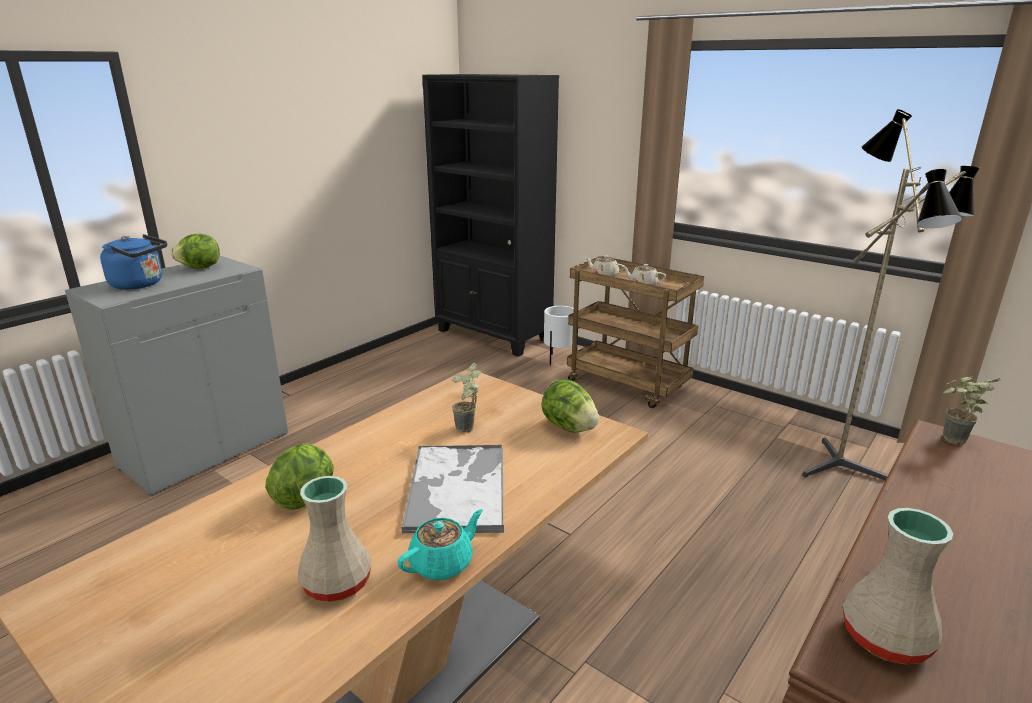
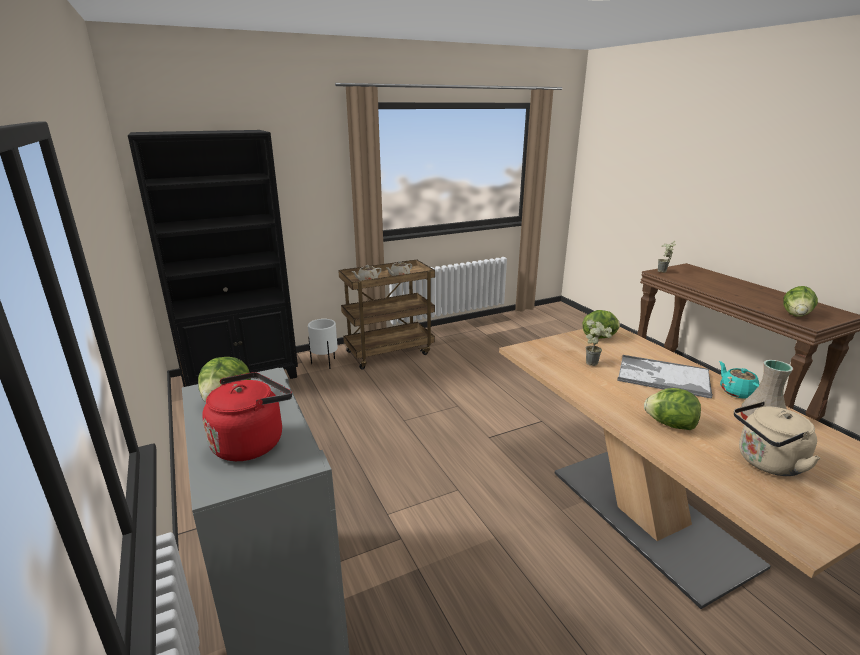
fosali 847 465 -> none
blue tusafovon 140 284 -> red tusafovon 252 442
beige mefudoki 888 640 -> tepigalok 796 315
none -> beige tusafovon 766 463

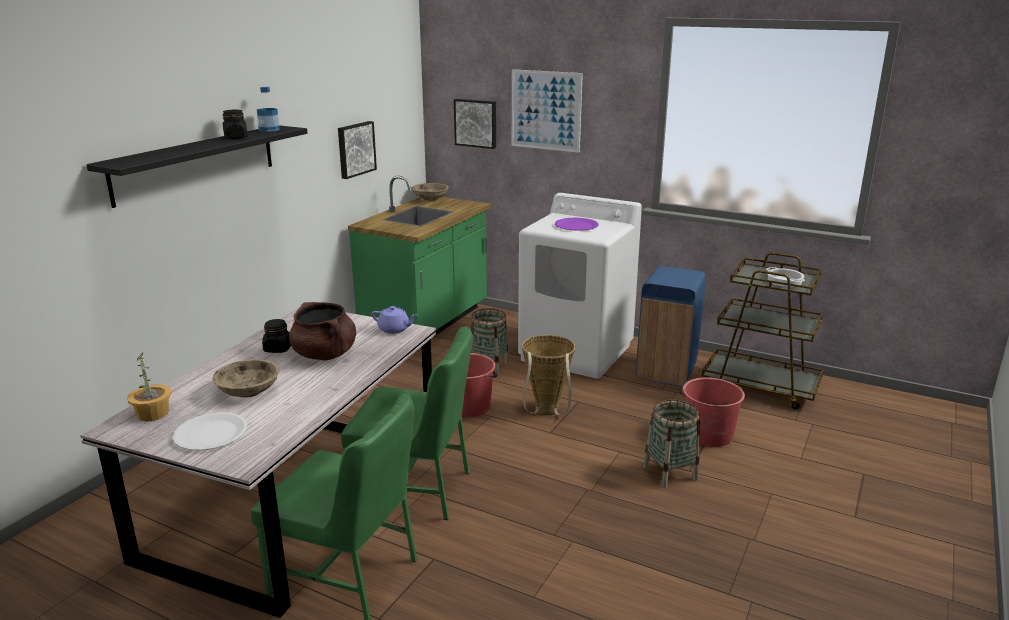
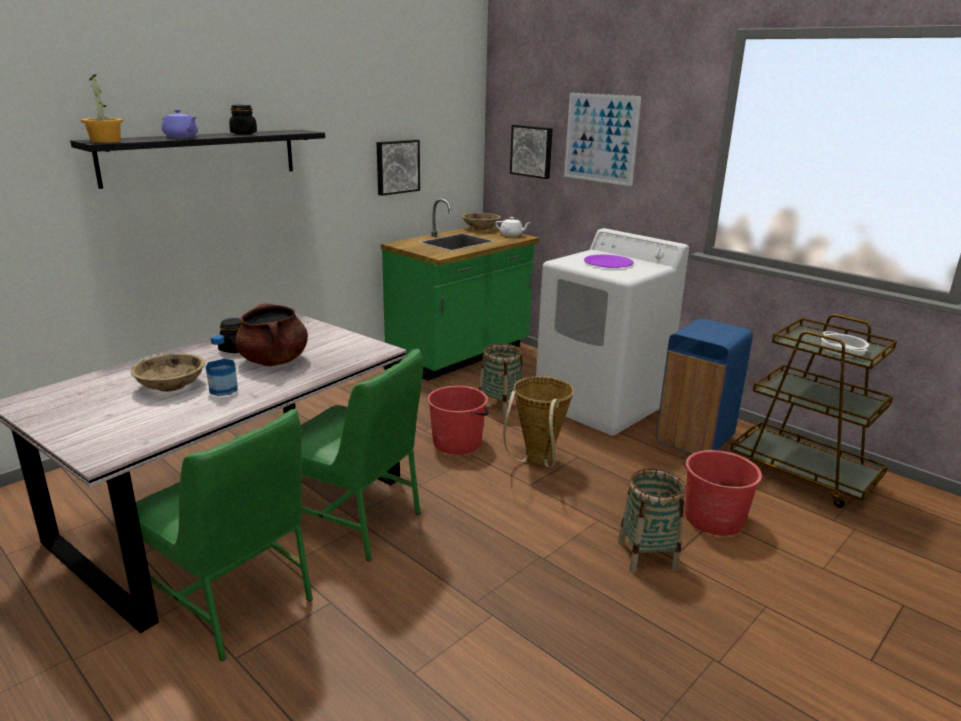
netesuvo 269 130 -> netesuvo 223 390, move
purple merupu 394 329 -> purple merupu 181 137, move
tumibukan 153 413 -> tumibukan 106 141, move
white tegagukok 210 434 -> none
none -> white merupu 511 235

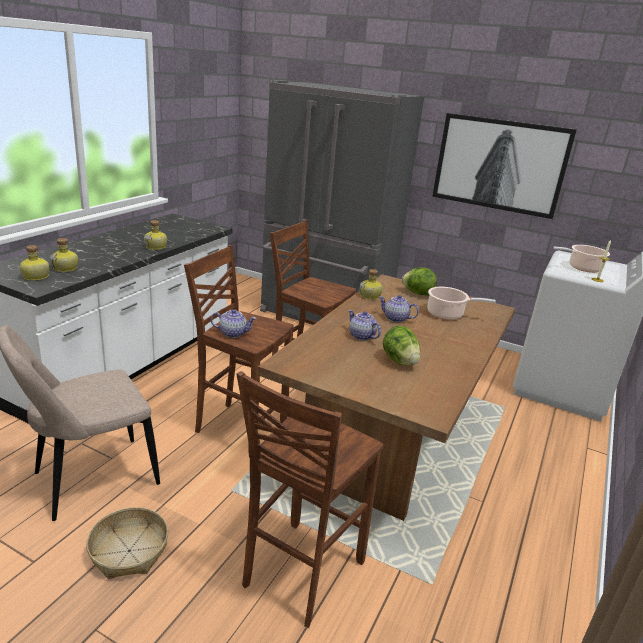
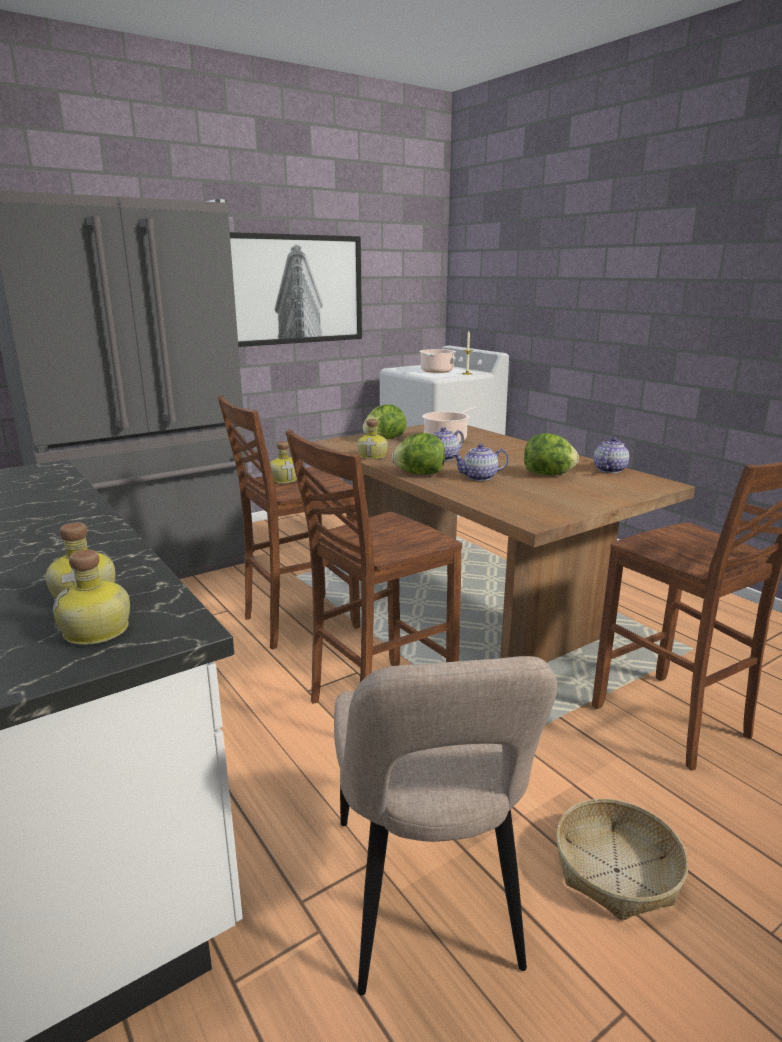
netesuvo 156 247 -> netesuvo 285 479, move
merupu 233 333 -> merupu 609 470, move
none -> tepigalok 419 474

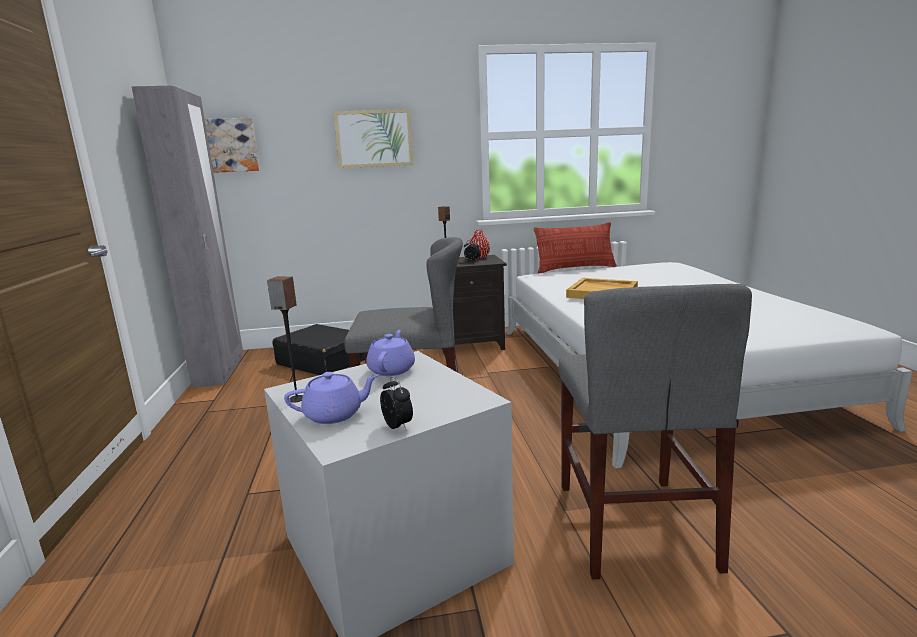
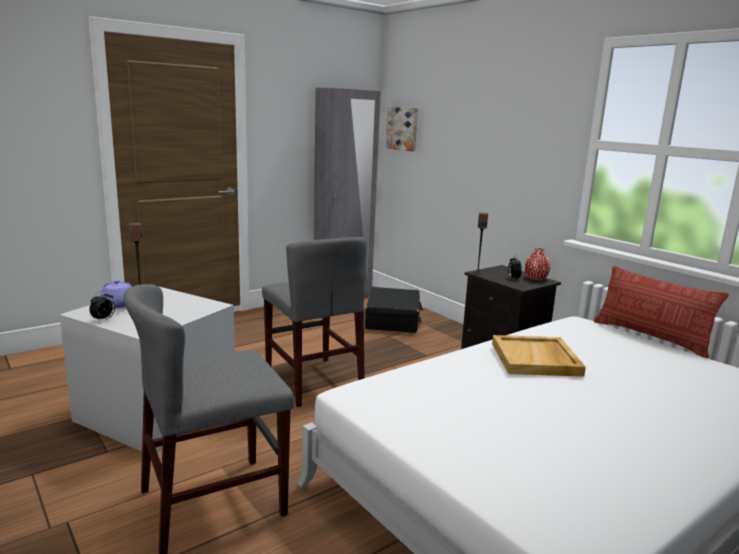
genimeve 374 138 -> none
purple merupu 392 369 -> none

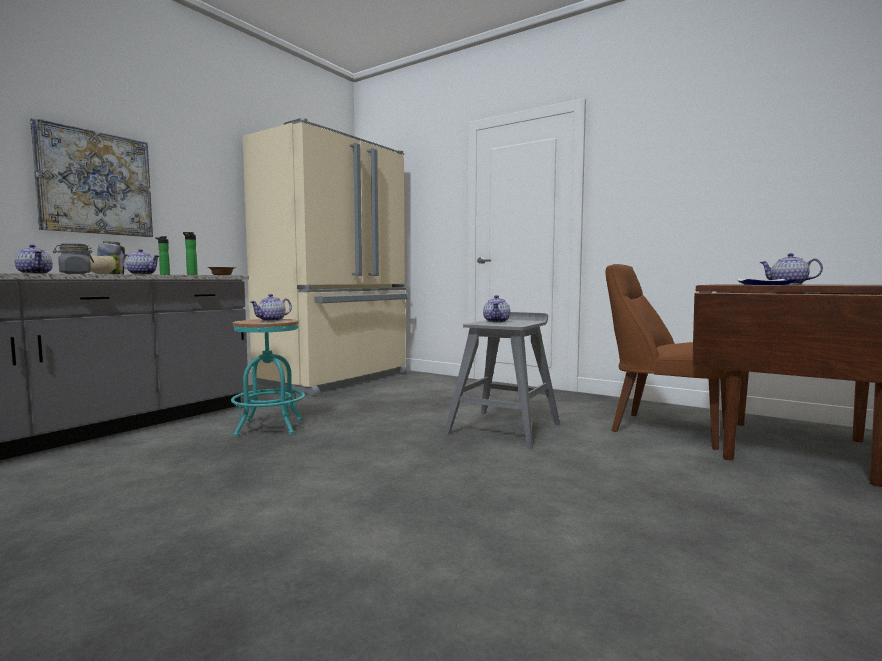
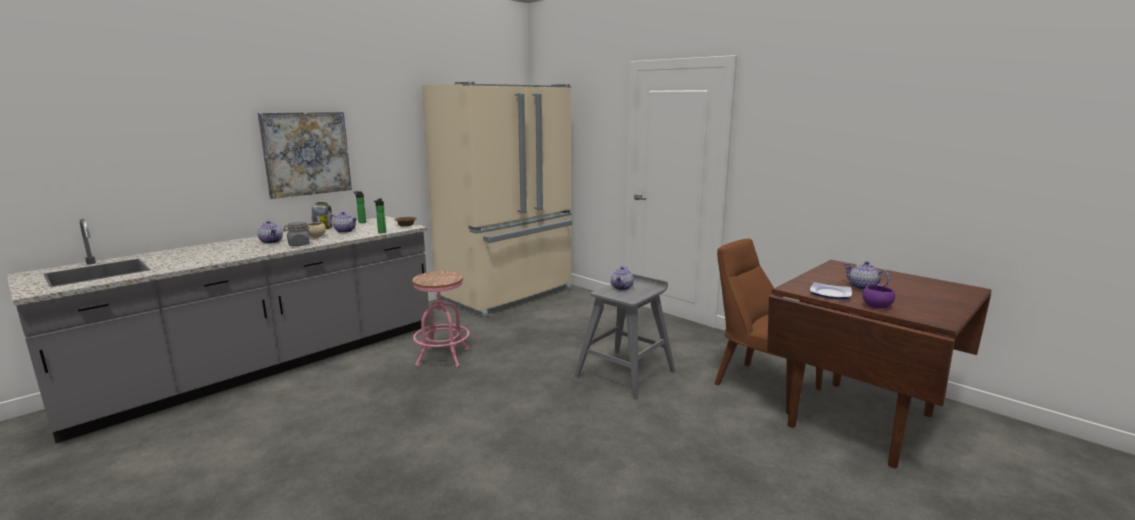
merupu 271 320 -> none
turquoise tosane 269 427 -> pink tosane 443 357
none -> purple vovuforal 876 307

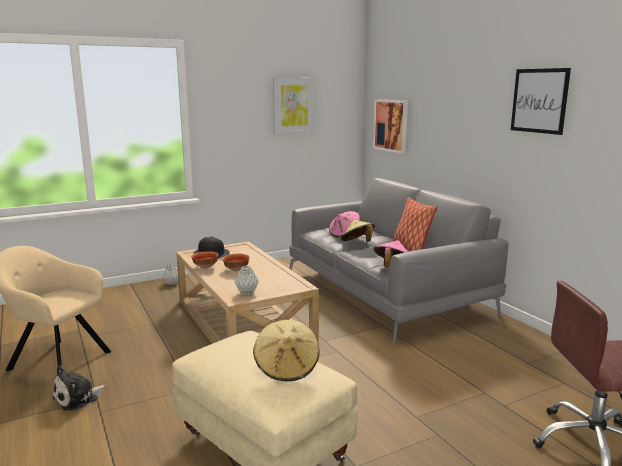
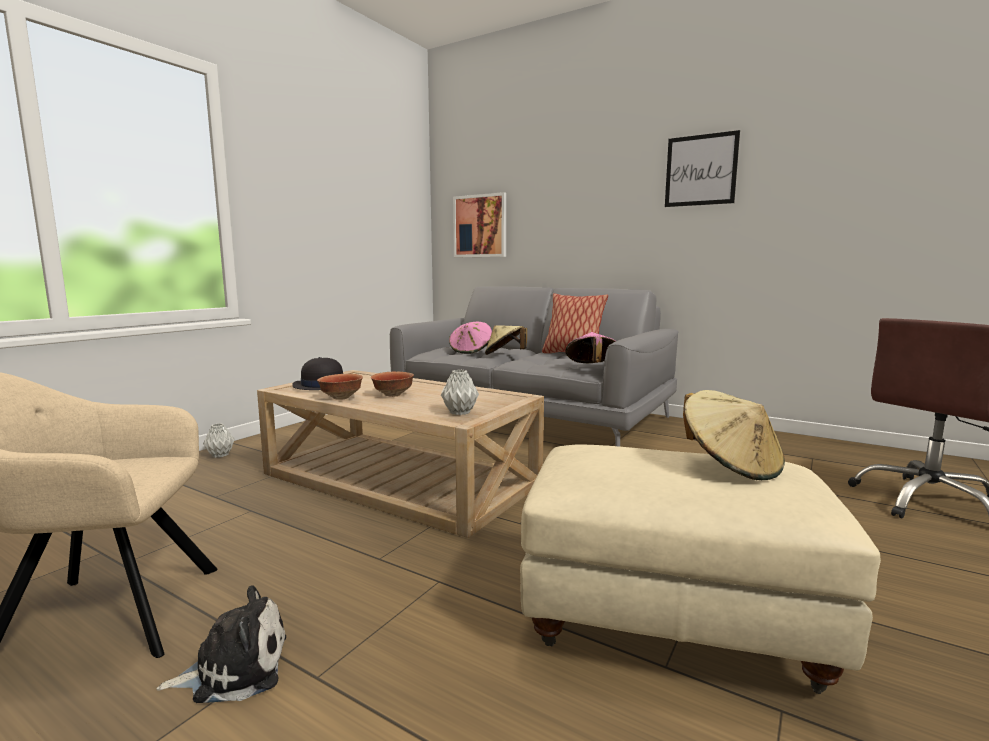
genimeve 293 105 -> none
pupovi 78 398 -> pupovi 235 668, 120 degrees counterclockwise

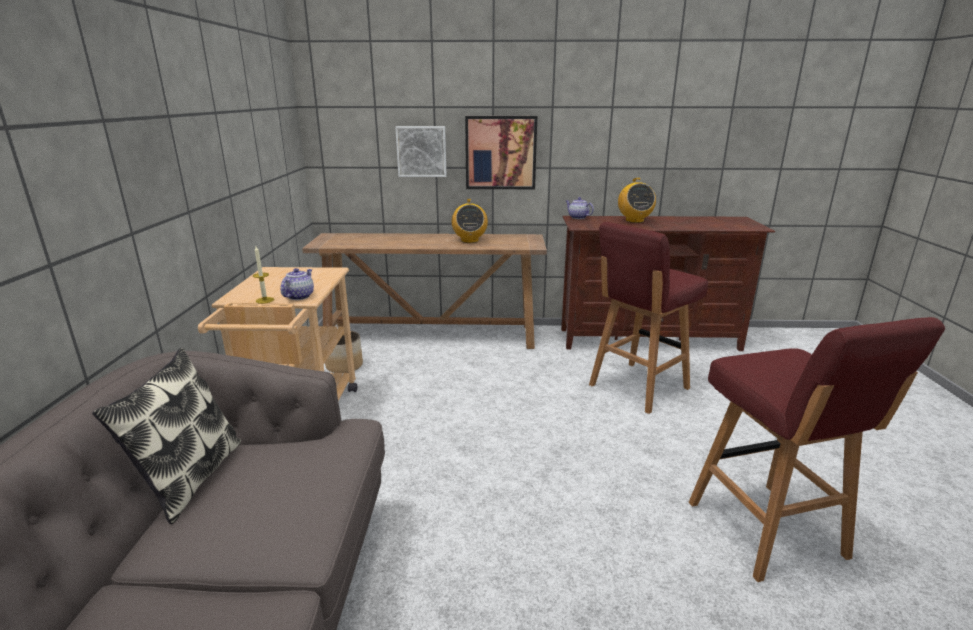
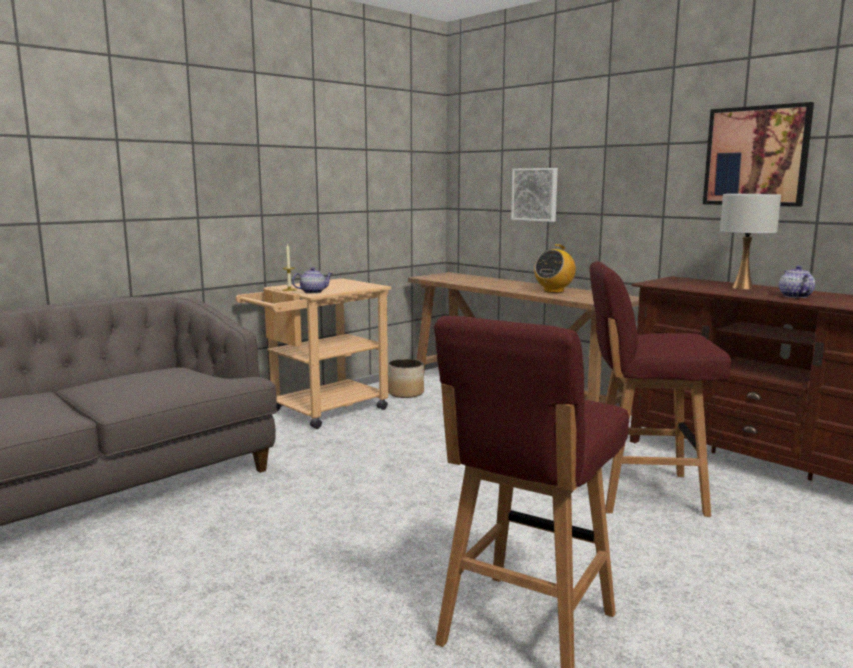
genimeve 500 153 -> genimeve 756 156, move
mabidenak 634 221 -> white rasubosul 742 288
merupu 577 217 -> merupu 794 296, move
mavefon 190 478 -> none

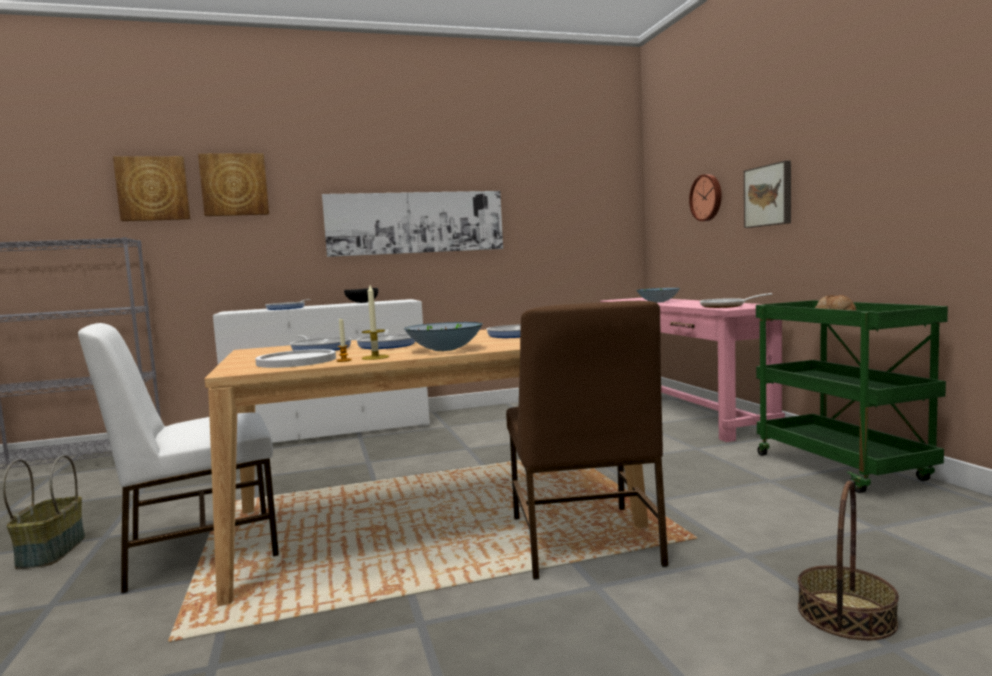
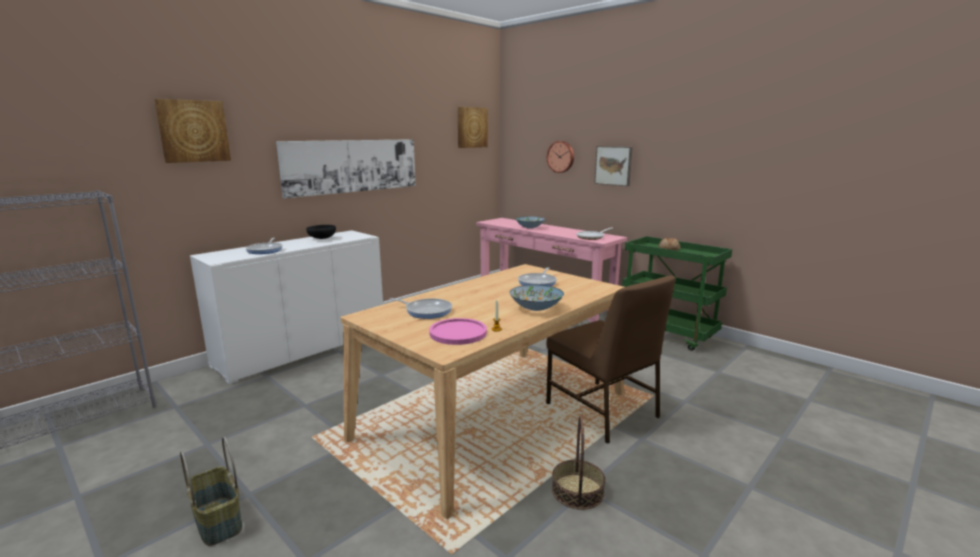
genimeve 153 189 -> genimeve 471 127, move
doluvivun 375 357 -> none
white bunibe 199 550 -> none
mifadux 387 345 -> none
white tegagukok 296 361 -> pink tegagukok 458 333
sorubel 846 615 -> sorubel 577 491, move

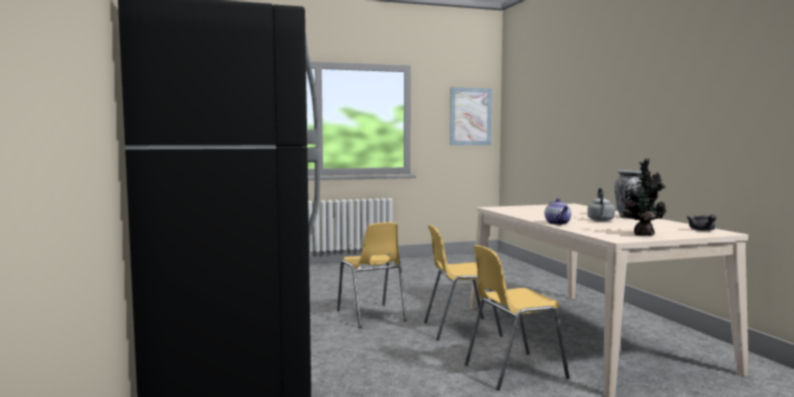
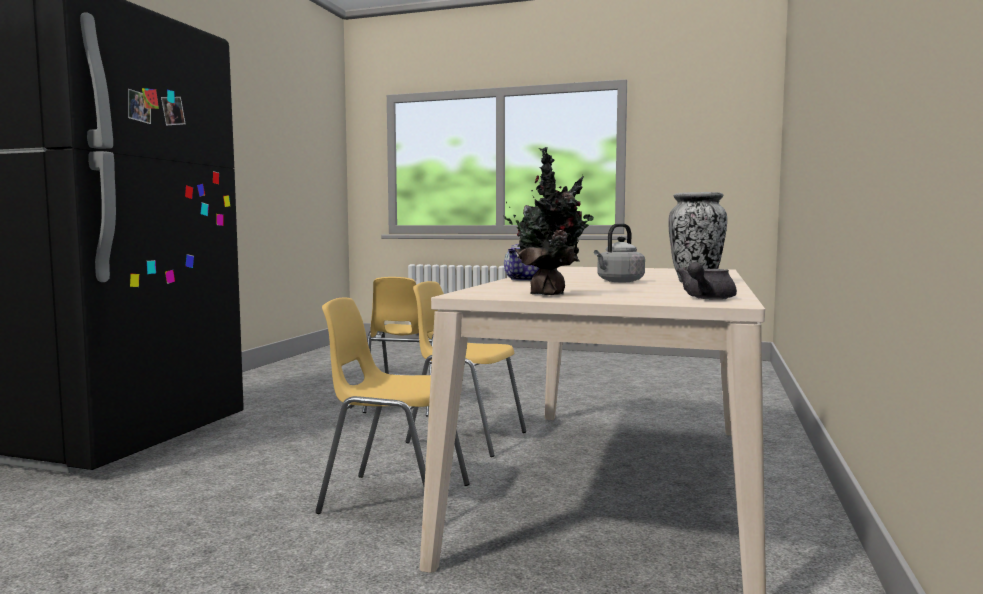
genimeve 470 116 -> none

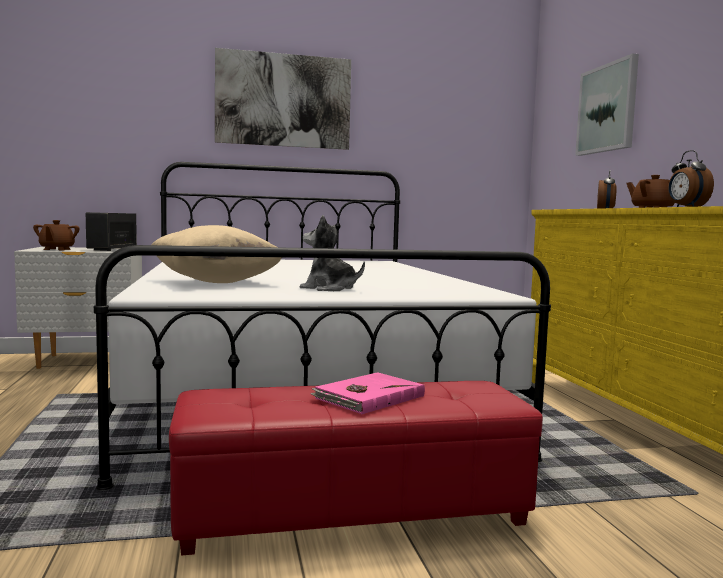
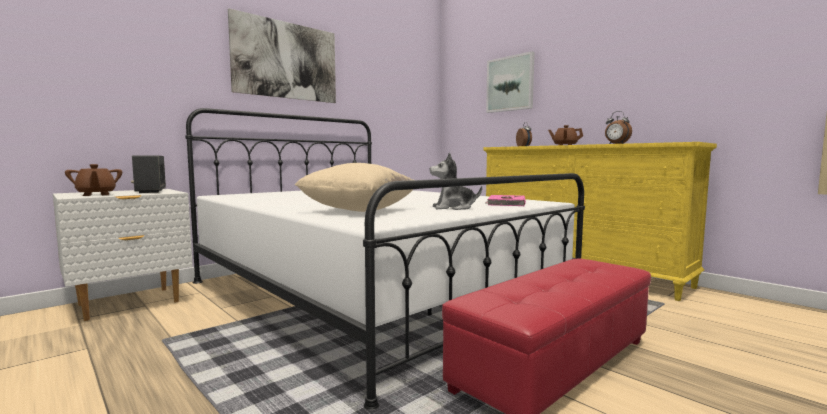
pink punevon 368 397 -> pink punevon 505 203, move

